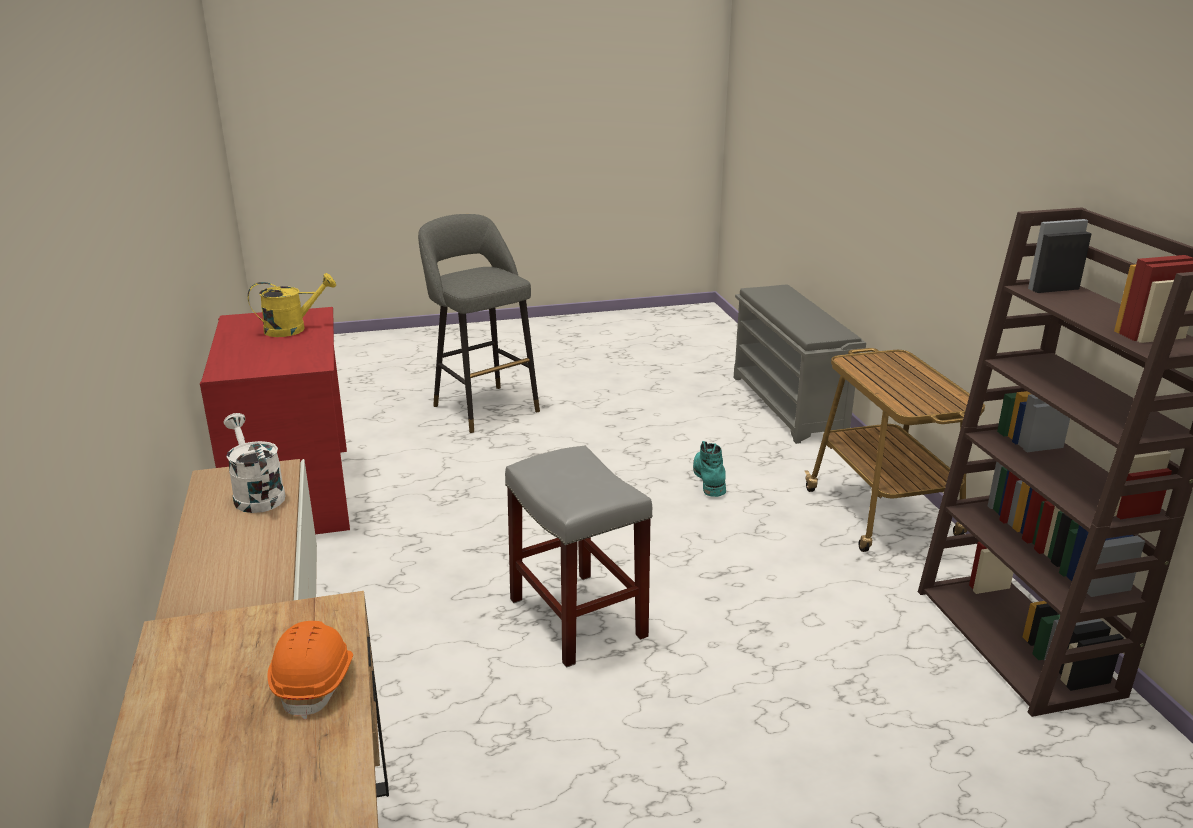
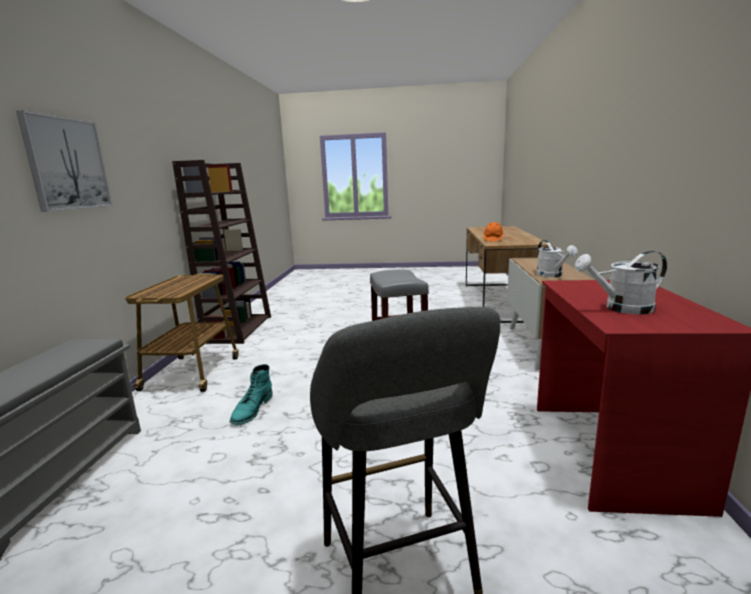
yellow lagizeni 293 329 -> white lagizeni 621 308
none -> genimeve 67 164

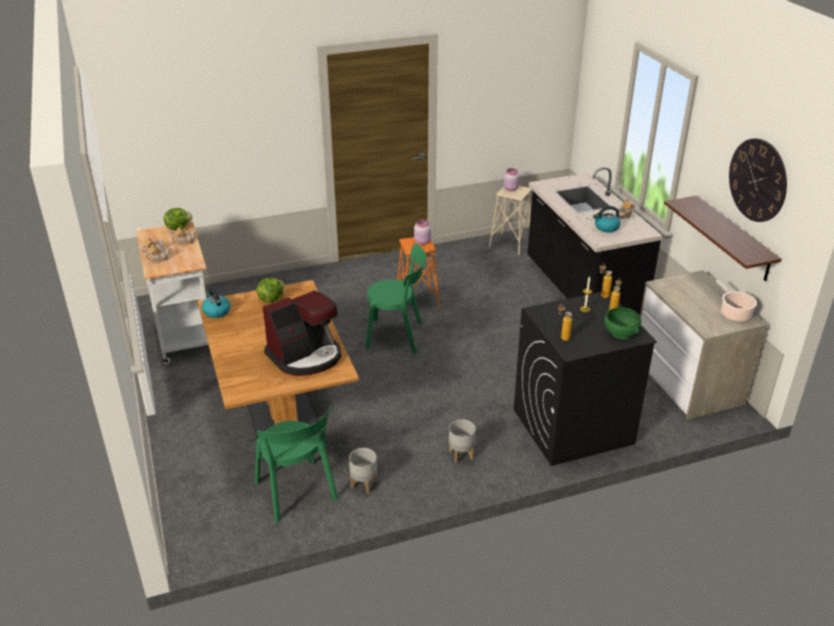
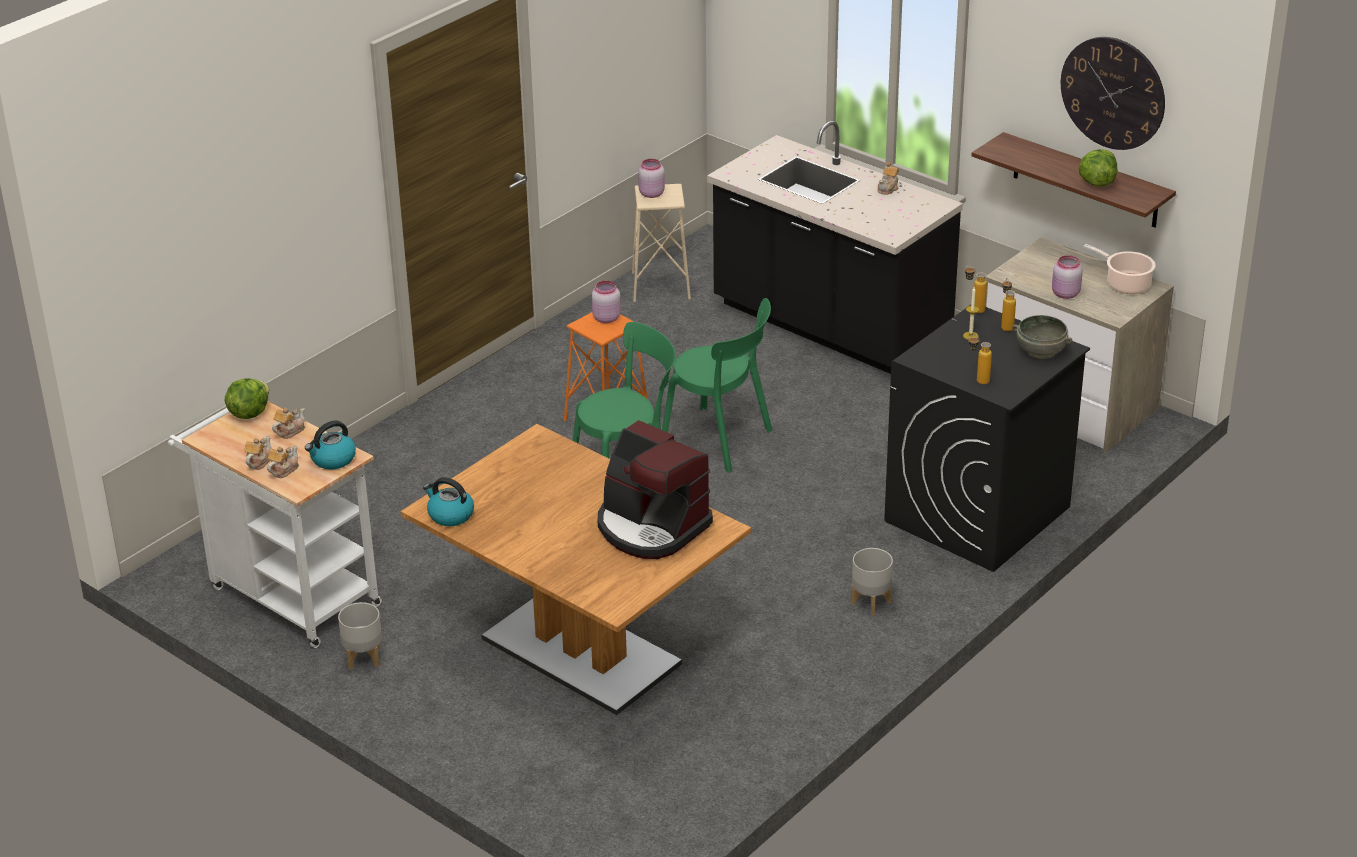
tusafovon 606 228 -> tusafovon 332 460, move
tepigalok 271 299 -> tepigalok 1096 183, move
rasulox 306 356 -> rasulox 651 527, 105 degrees clockwise
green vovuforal 621 333 -> grey vovuforal 1041 351
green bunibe 297 493 -> green bunibe 720 441, move
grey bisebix 363 484 -> grey bisebix 363 659, move
none -> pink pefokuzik 1064 294

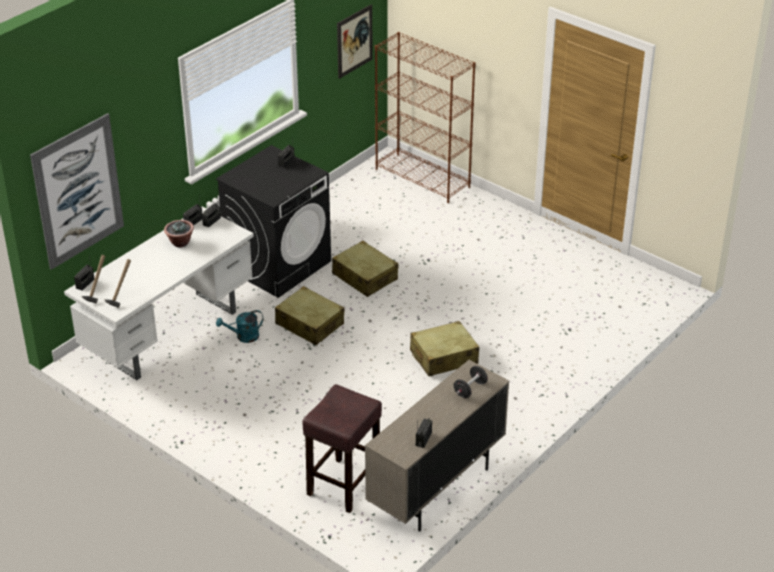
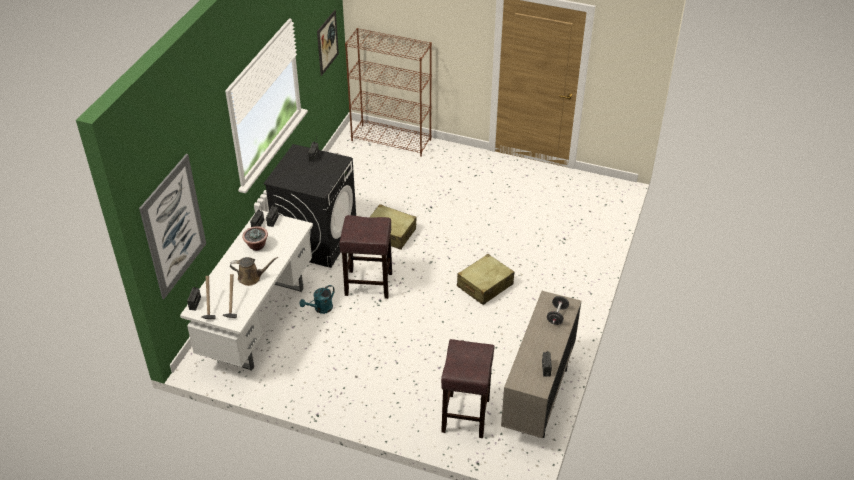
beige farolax 309 324 -> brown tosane 367 284
none -> brown lagizeni 252 277

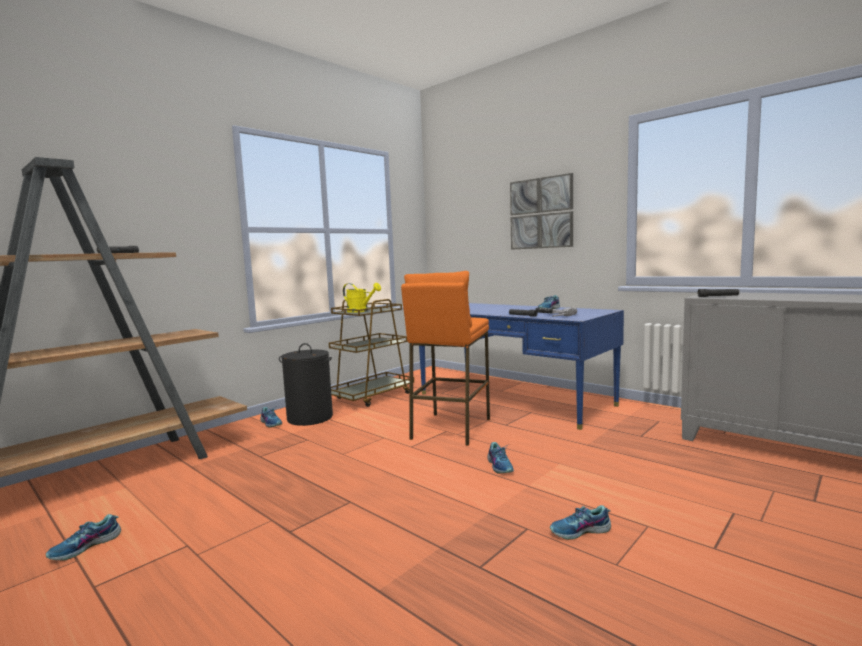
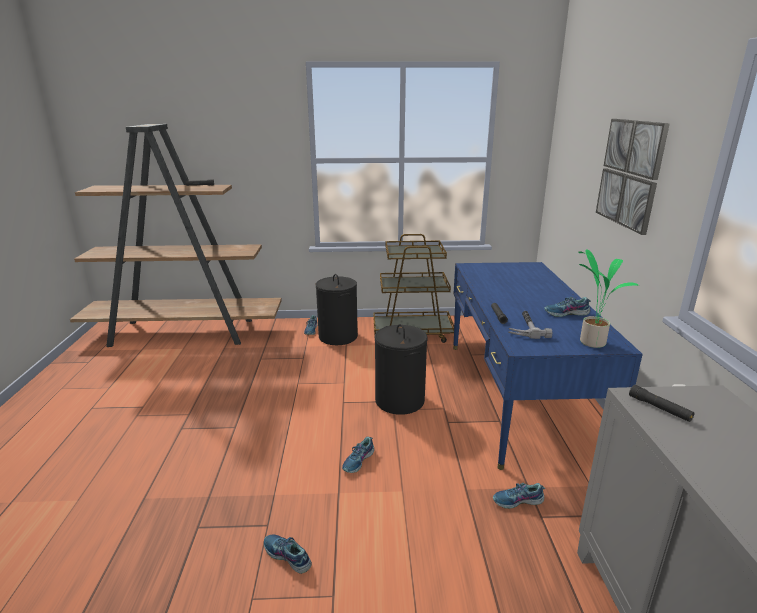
orange tosane 450 428 -> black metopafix 399 400
yellow lagizeni 361 311 -> none
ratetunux 86 547 -> ratetunux 518 501, move
none -> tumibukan 591 342

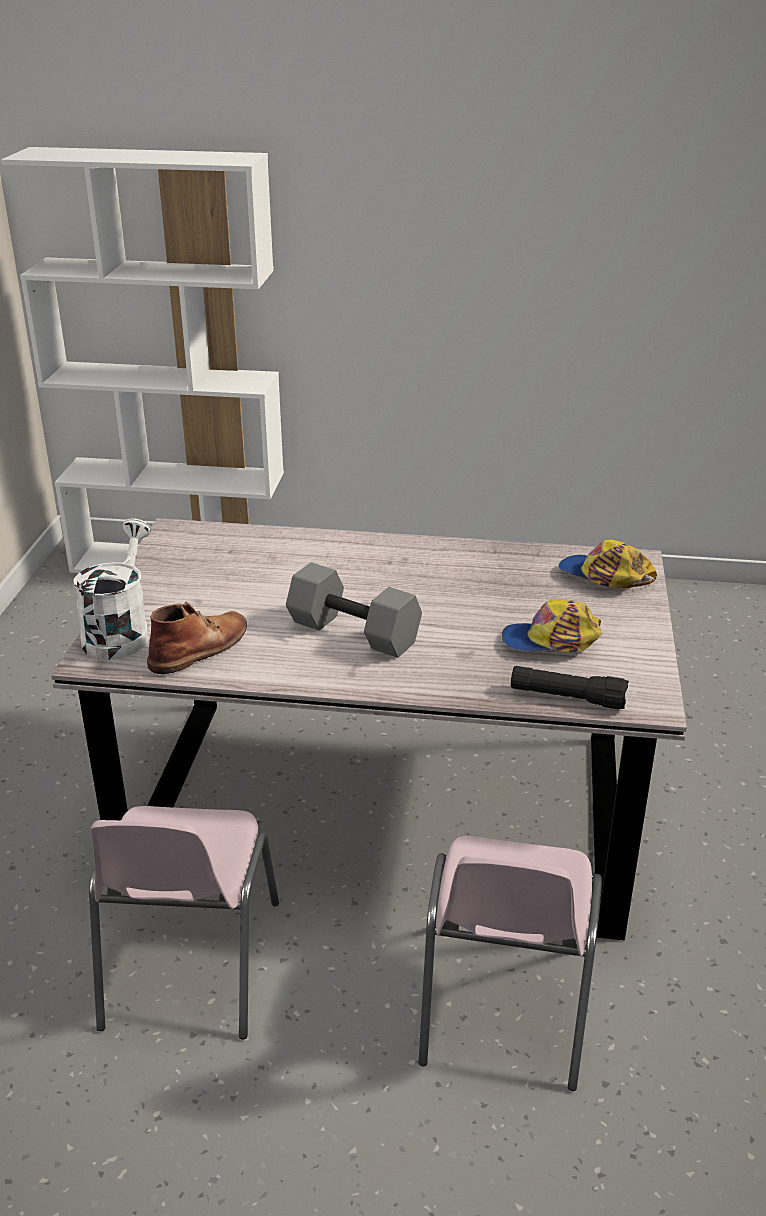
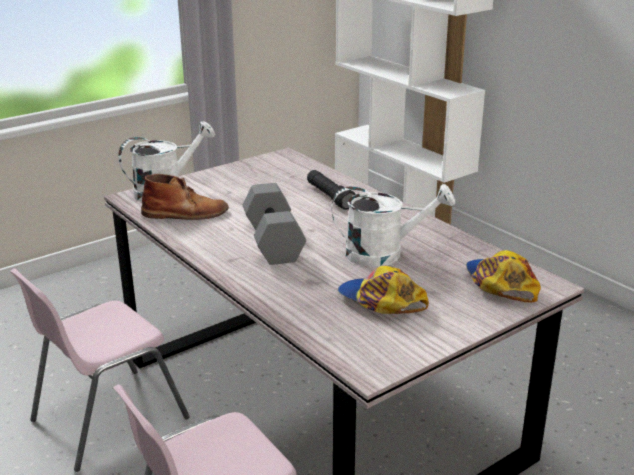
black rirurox 567 698 -> black rirurox 330 197, move
none -> white lagizeni 384 253

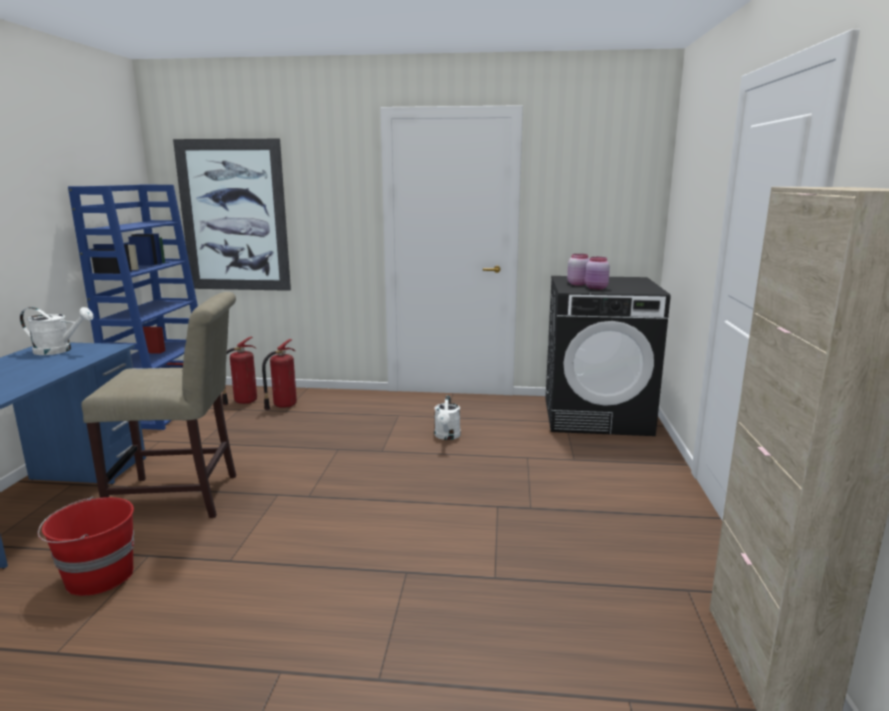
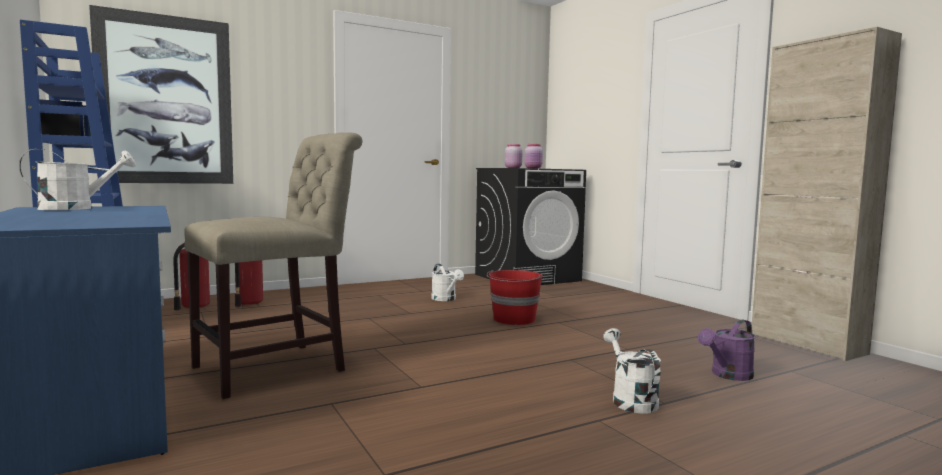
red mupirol 98 576 -> red mupirol 514 319, move
none -> purple lagizeni 728 375
none -> white lagizeni 630 399

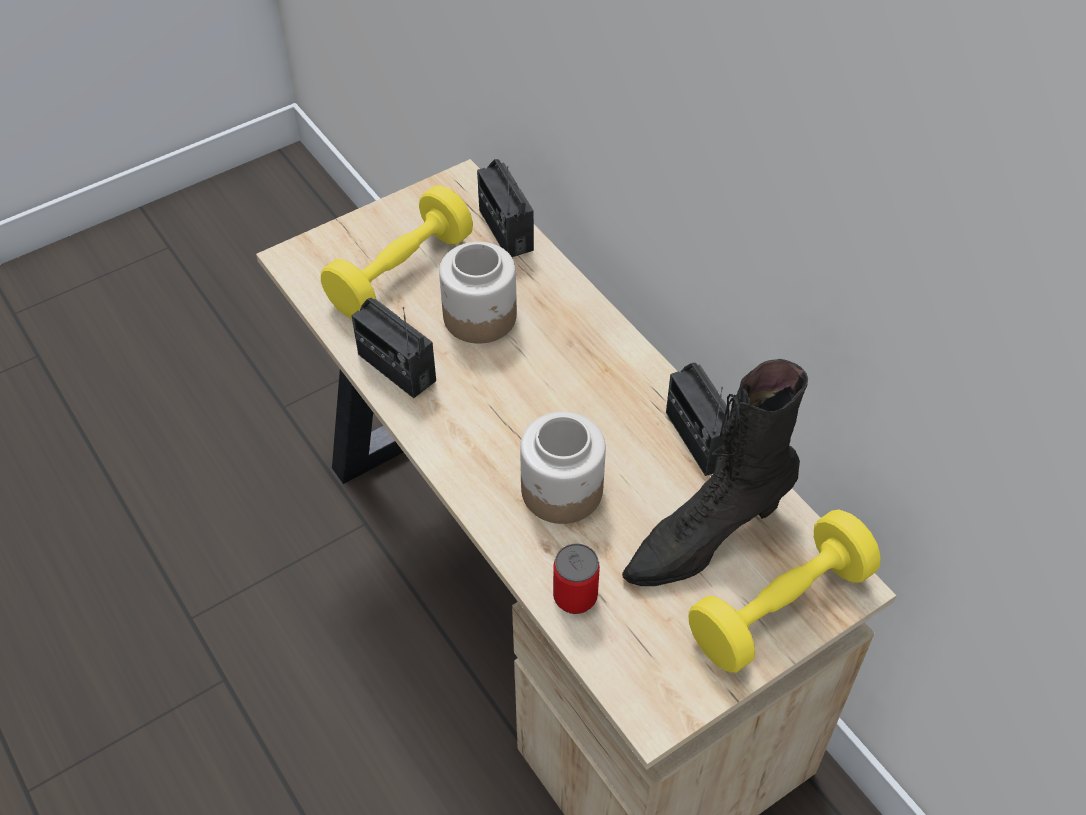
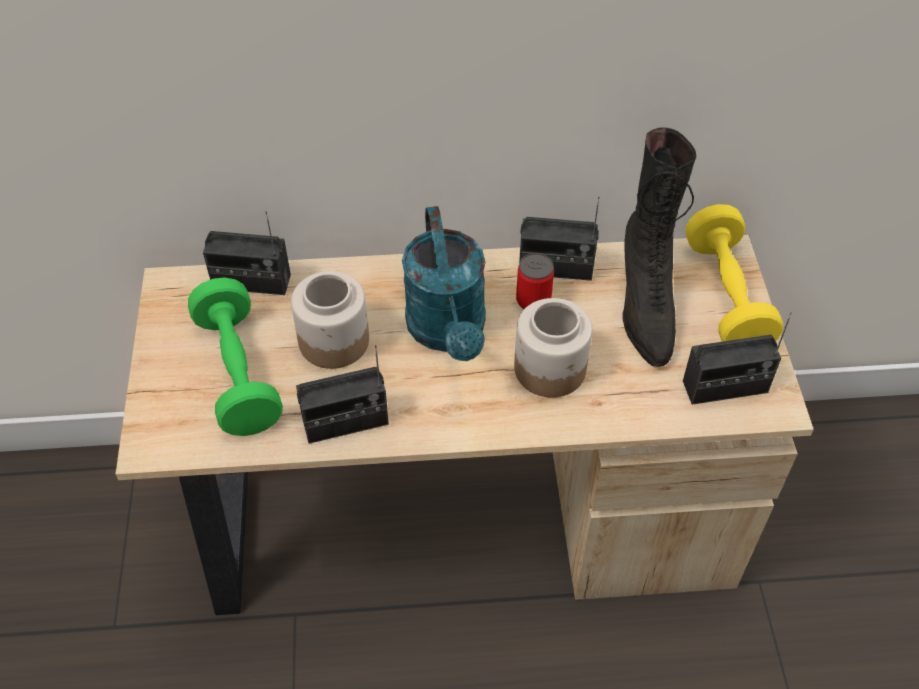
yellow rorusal 401 273 -> green rorusal 238 373
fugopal 575 596 -> fugopal 533 300, move
none -> turquoise lagizeni 449 332
none -> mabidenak 725 387

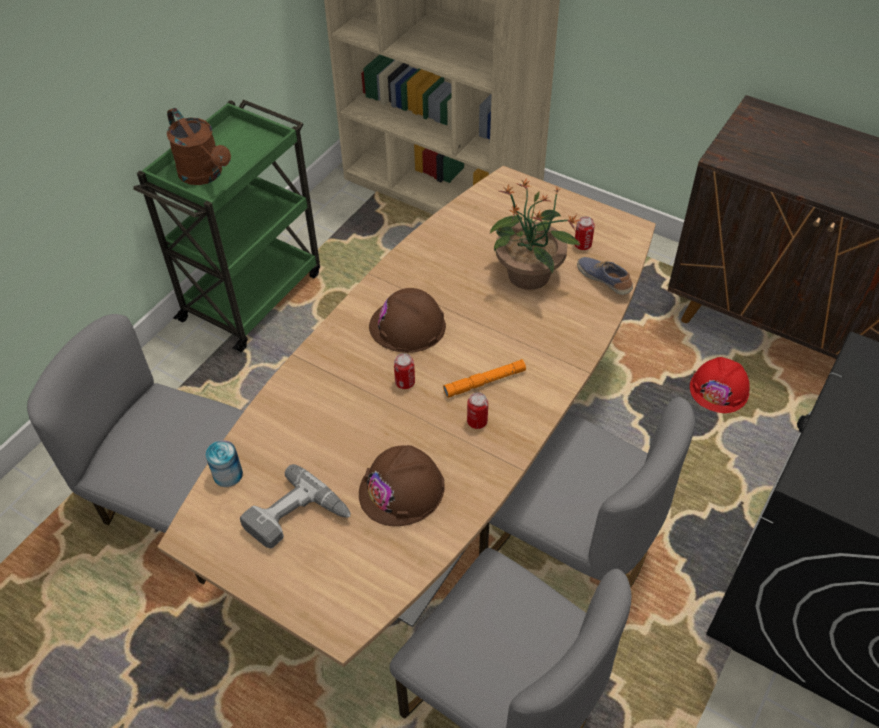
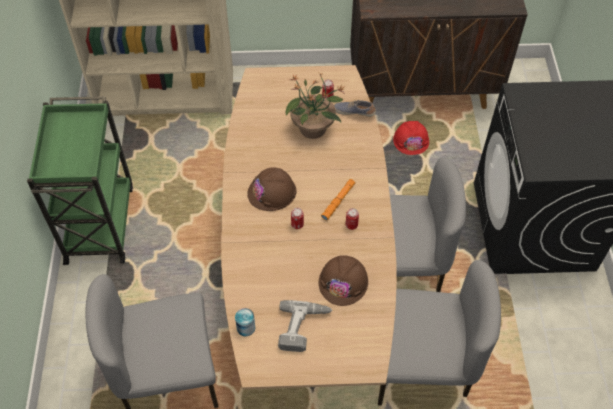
brown lagizeni 205 175 -> none

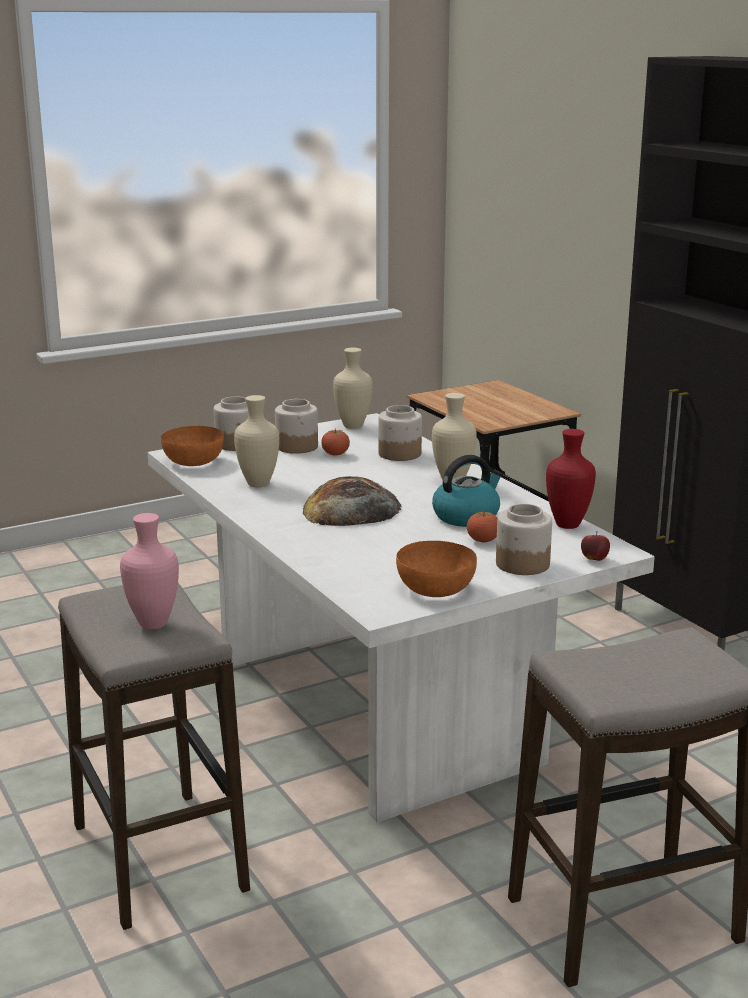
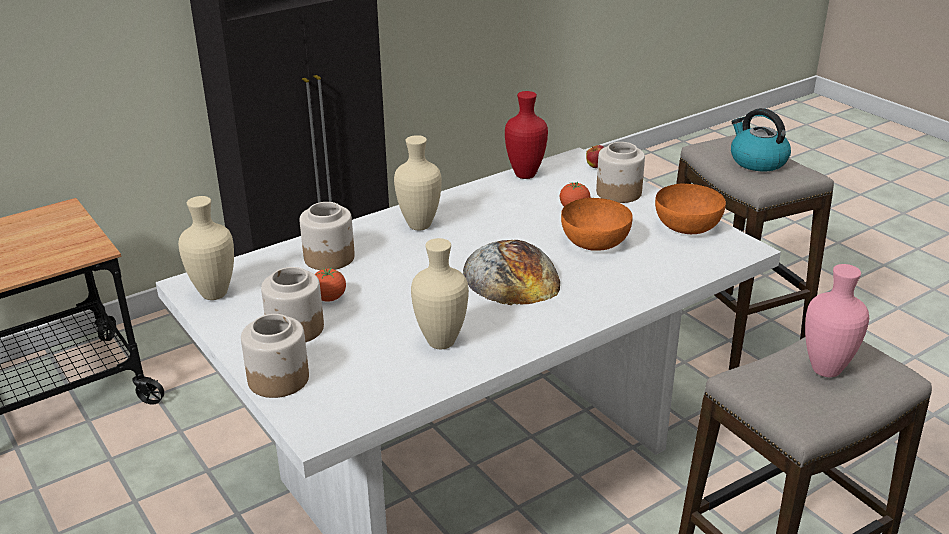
orange vovuforal 194 462 -> orange vovuforal 595 241, move
tusafovon 466 516 -> tusafovon 757 161, move

